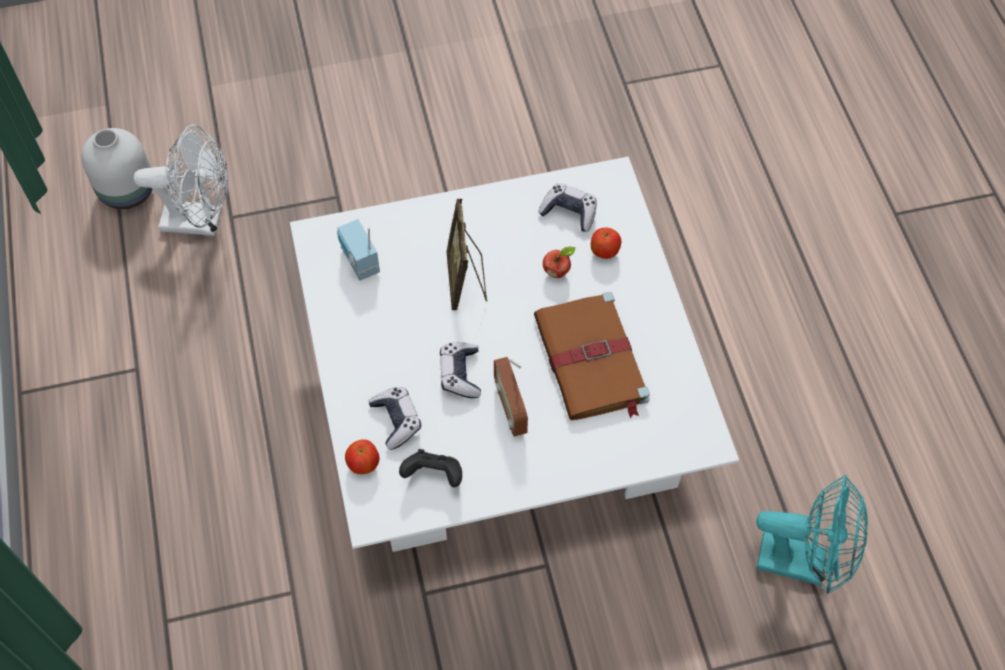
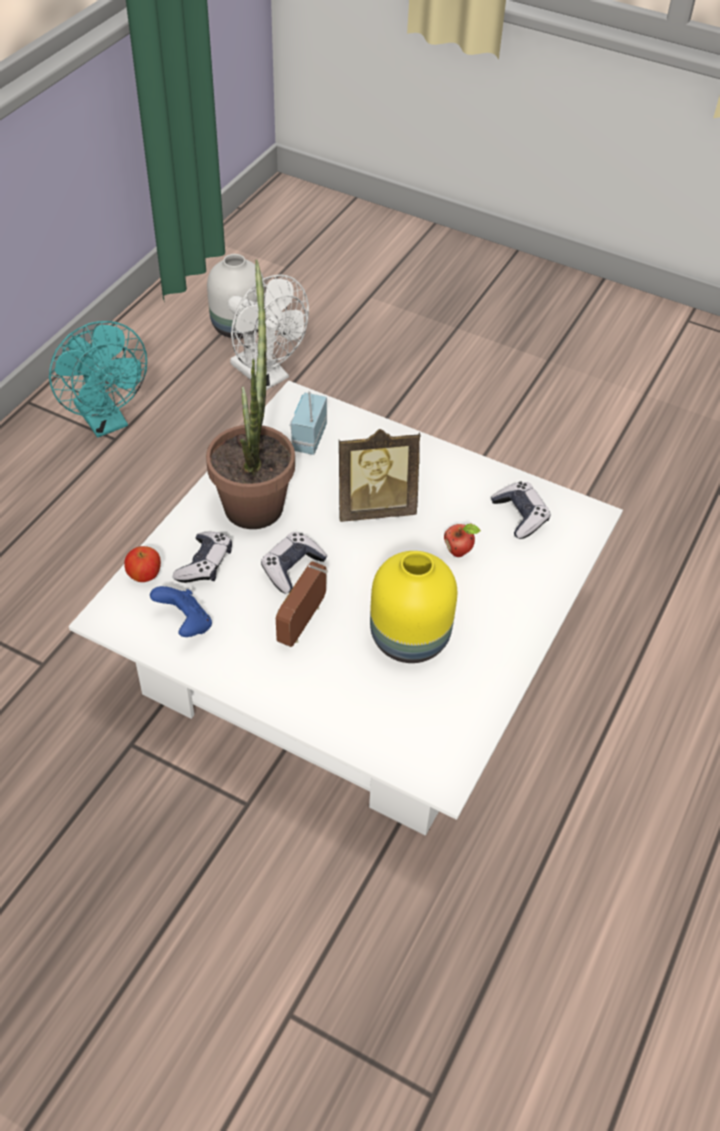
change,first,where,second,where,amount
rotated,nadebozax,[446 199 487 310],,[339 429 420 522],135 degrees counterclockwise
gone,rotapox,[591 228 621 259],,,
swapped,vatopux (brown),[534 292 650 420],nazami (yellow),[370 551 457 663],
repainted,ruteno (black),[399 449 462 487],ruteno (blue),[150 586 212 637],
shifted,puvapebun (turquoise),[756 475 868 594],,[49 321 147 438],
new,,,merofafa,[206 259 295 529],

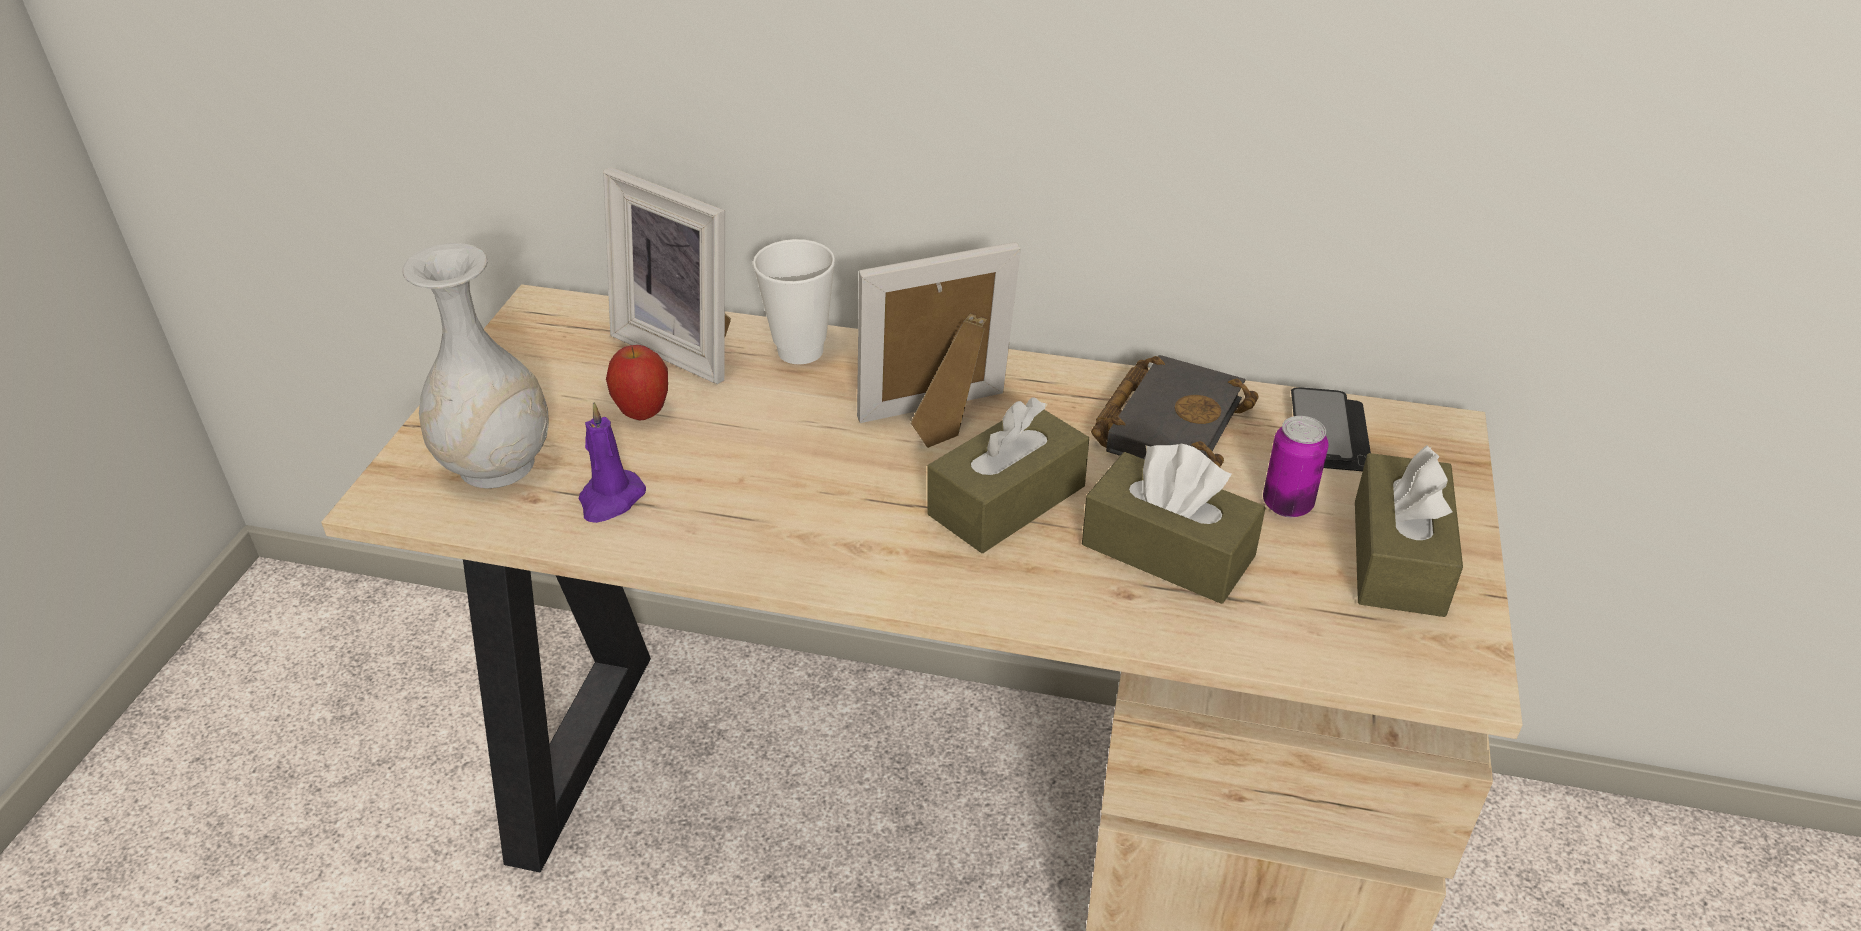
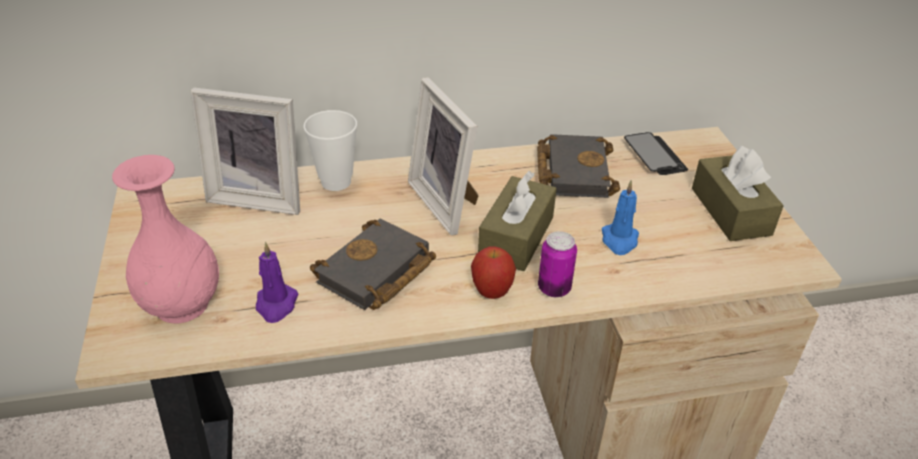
change,first,where,second,where,amount
rotated,nadebozax,[857 242 1021 448],,[408 77 479 236],75 degrees counterclockwise
repainted,nazami (white),[402 243 549 489],nazami (pink),[112 155 219 324],
shifted,rotapox,[606 345 668 421],,[471 246 516 299],
shifted,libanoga,[1263 416 1329 517],,[538 231 577 297],
swapped,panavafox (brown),[1082 443 1266 604],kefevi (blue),[602 180 639 255],
new,,,vatopux (black),[310 218 436 310],

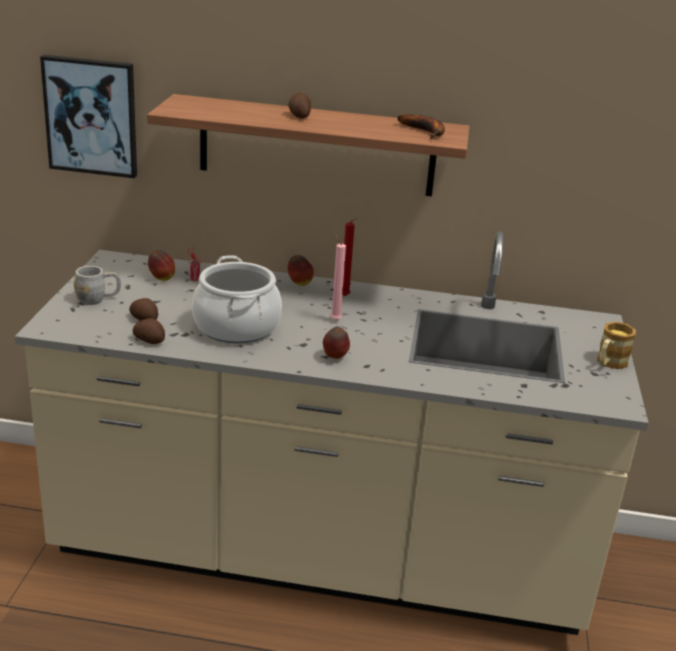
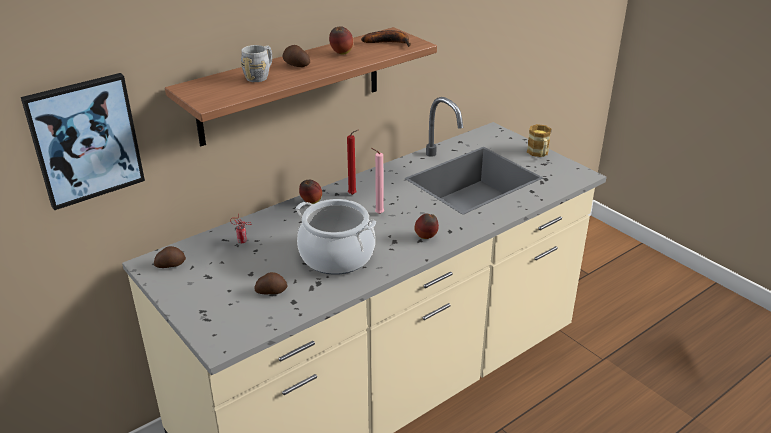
change,first,where,second,where,amount
shifted,rotapox,[148 250 175 281],,[329 26 353 54],
shifted,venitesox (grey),[74 266 121 305],,[241 45 272 82],
shifted,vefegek,[133 318 165 344],,[154 246 186 268],

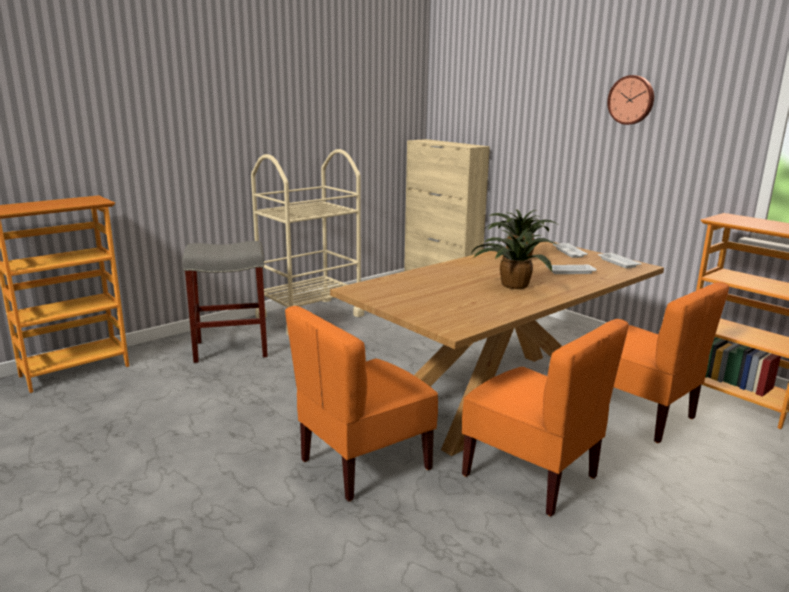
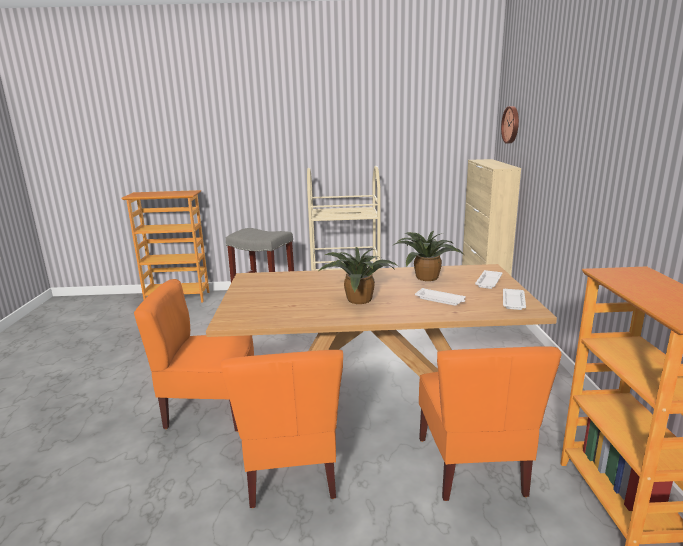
change,first,where,second,where,amount
shifted,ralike,[607 75 654 125],,[501 106 519 143],

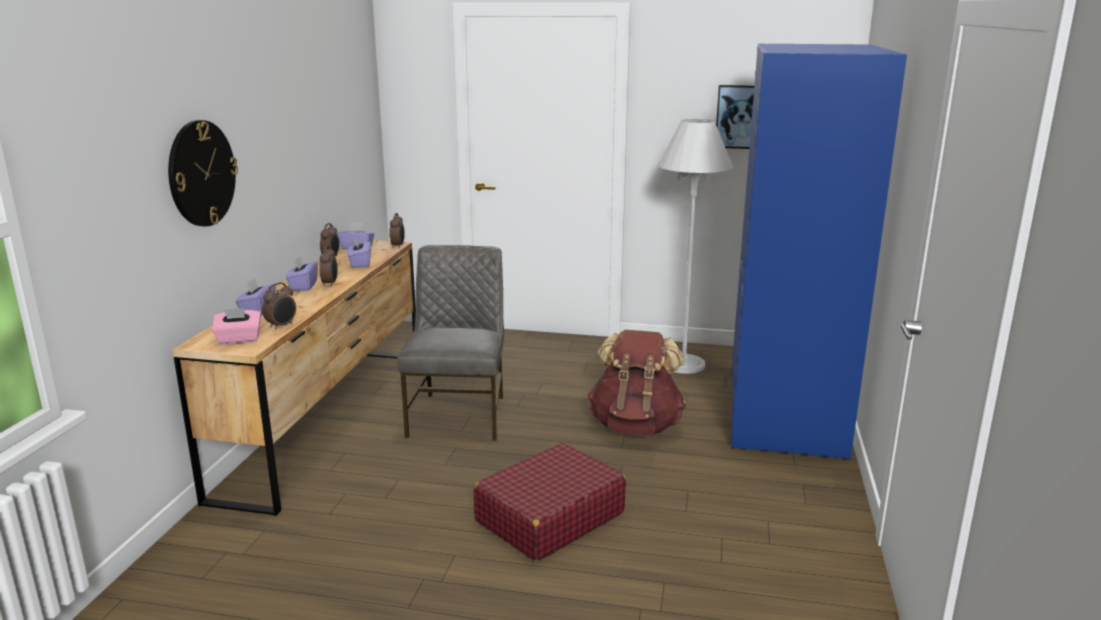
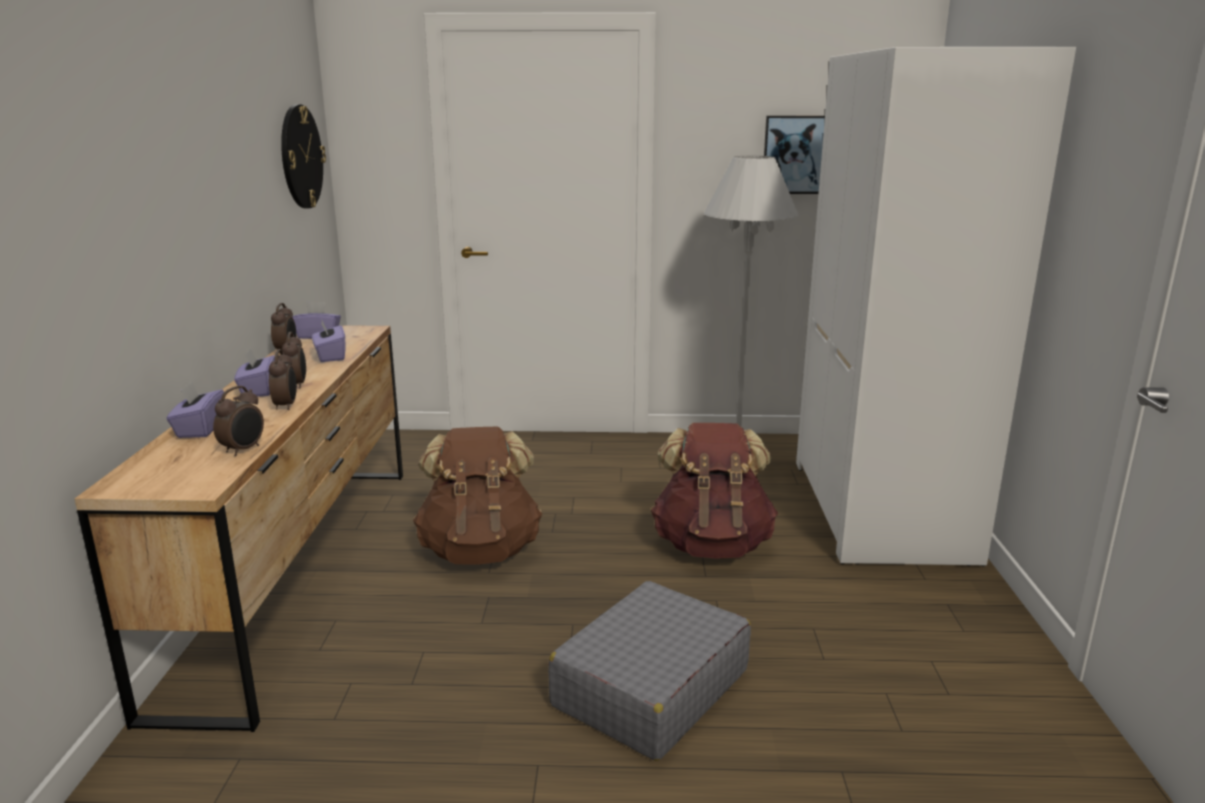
change,first,where,second,where,amount
repainted,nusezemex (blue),[731 44 907 460],nusezemex (white),[796 47 1076 566],
shifted,ralike,[168 120 238 226],,[281 104 326 208],
shifted,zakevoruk,[389 213 405 248],,[269 349 297 410],
swapped,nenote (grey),[397 245 504 441],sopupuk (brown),[413 426 542 565],
gone,panavafox (pink),[212 308 261 344],,,
repainted,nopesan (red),[474 443 626 561],nopesan (grey),[548 581 751 761],

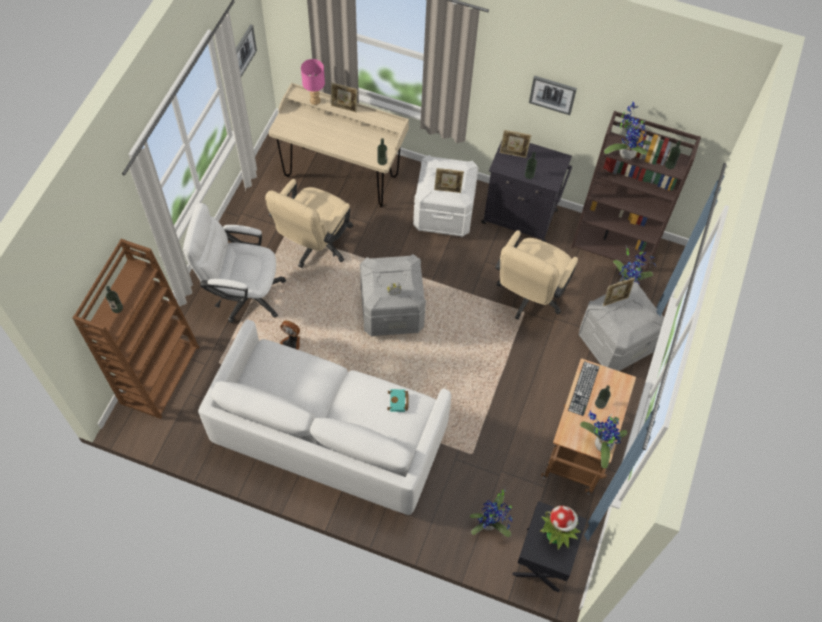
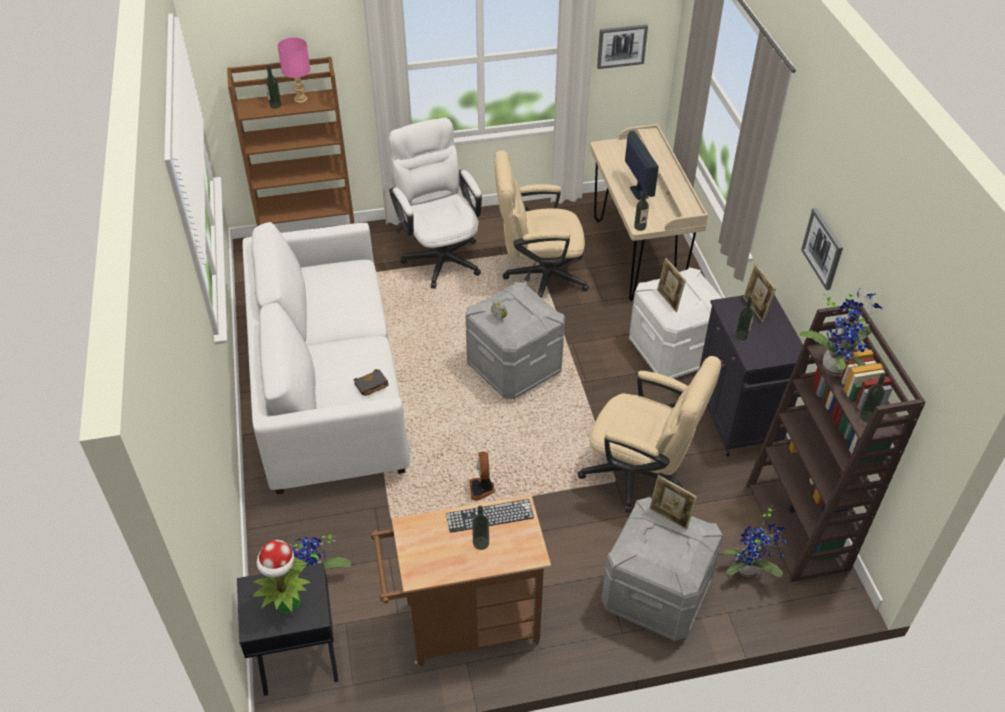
change,first,where,second,where,amount
shifted,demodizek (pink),[301 59 325 105],,[277 37 311 104],
gone,nadebozax,[331 82 357 112],,,
rotated,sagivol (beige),[495 230 578 320],,[578 356 722 513],150 degrees counterclockwise
shifted,puvapebun,[280 320 300 350],,[470 452 495 501],
repainted,vatopux (turquoise),[387 389 409 412],vatopux (black),[354 369 389 396],
gone,merofafa,[580 410 628 469],,,
new,,,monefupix,[625 130 659 200],

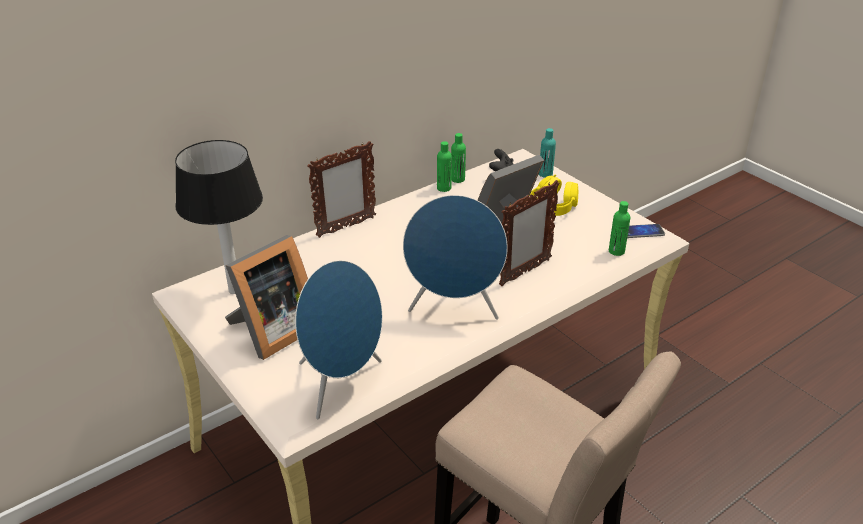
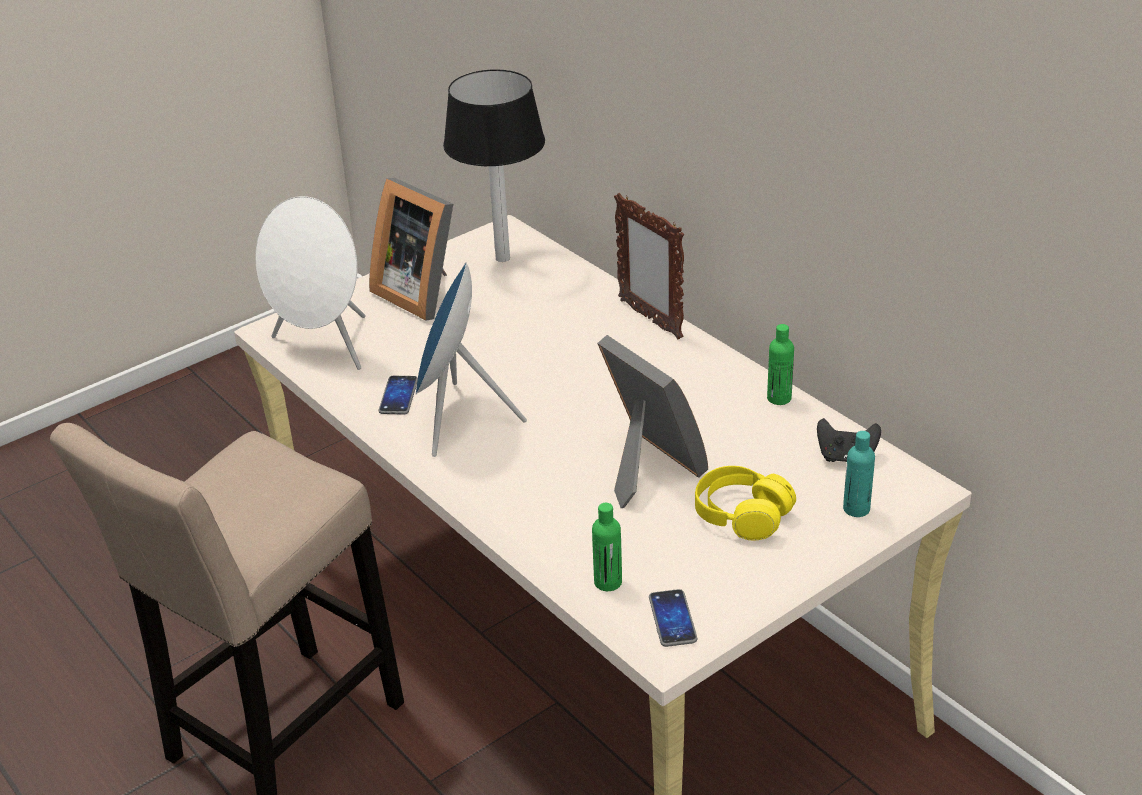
change,first,where,second,where,amount
gone,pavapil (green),[451 133 466 183],,,
gone,nadebozax,[499 180 560 286],,,
repainted,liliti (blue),[295 260 382 420],liliti (white),[255 196 366 370],
new,,,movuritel,[378 376 418 415],

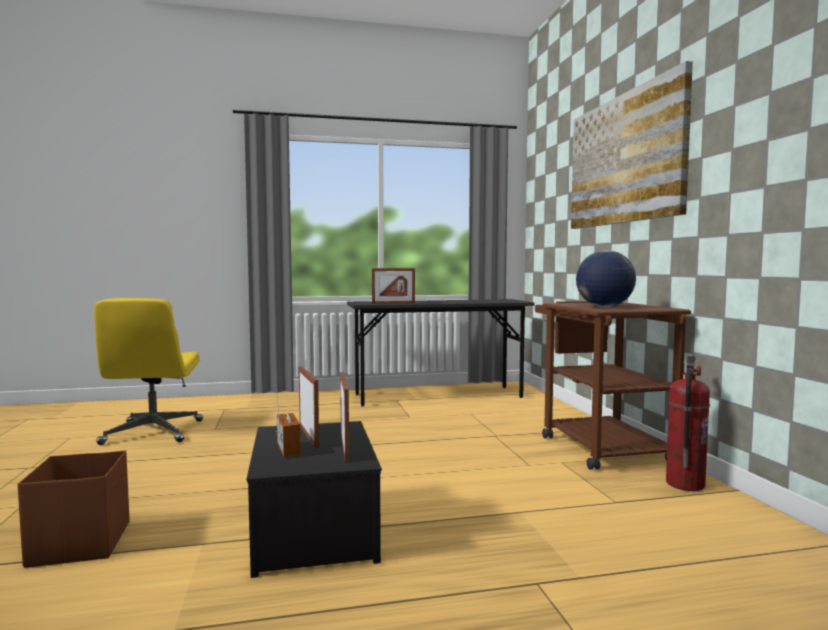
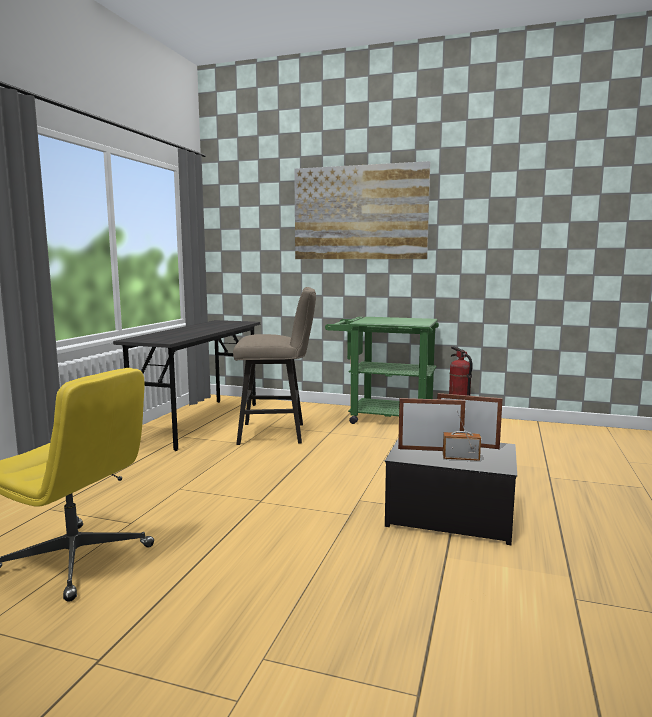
change,first,where,second,where,amount
gone,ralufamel,[576 250 636 307],,,
gone,nadebozax,[372 268 415 304],,,
repainted,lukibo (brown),[535 301 691 470],lukibo (green),[325 317 439 424],
gone,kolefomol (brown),[17 450 130 568],,,
new,,,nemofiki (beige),[233 287 316 445],

